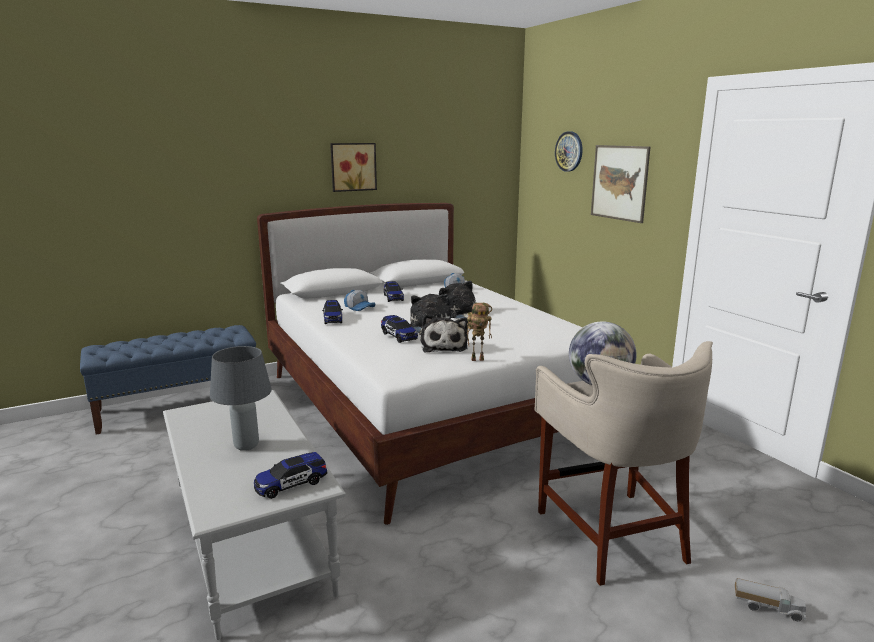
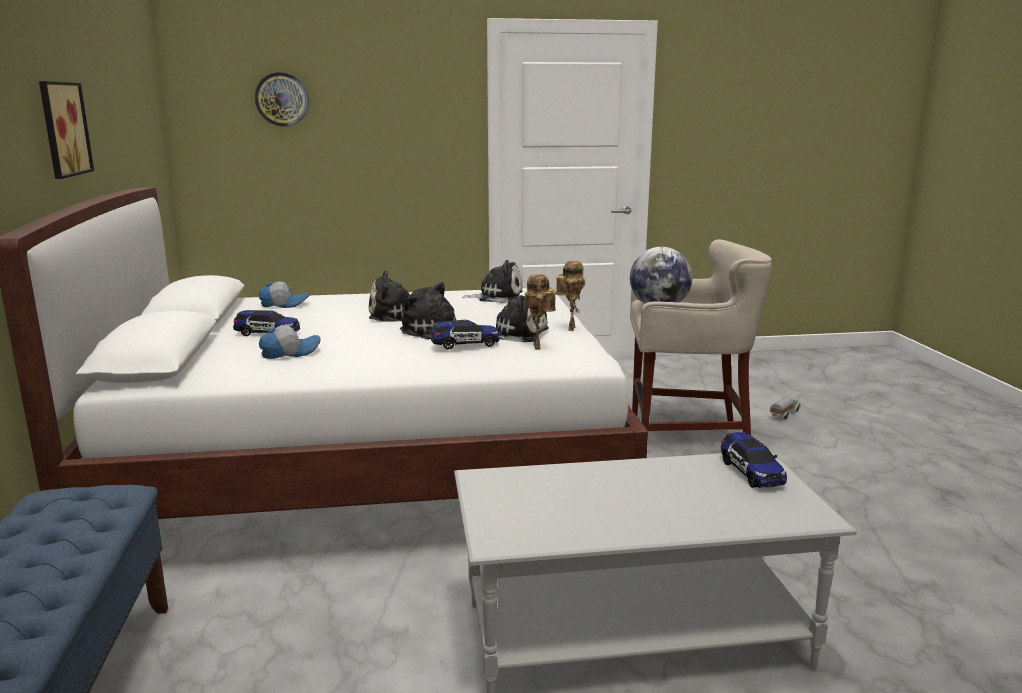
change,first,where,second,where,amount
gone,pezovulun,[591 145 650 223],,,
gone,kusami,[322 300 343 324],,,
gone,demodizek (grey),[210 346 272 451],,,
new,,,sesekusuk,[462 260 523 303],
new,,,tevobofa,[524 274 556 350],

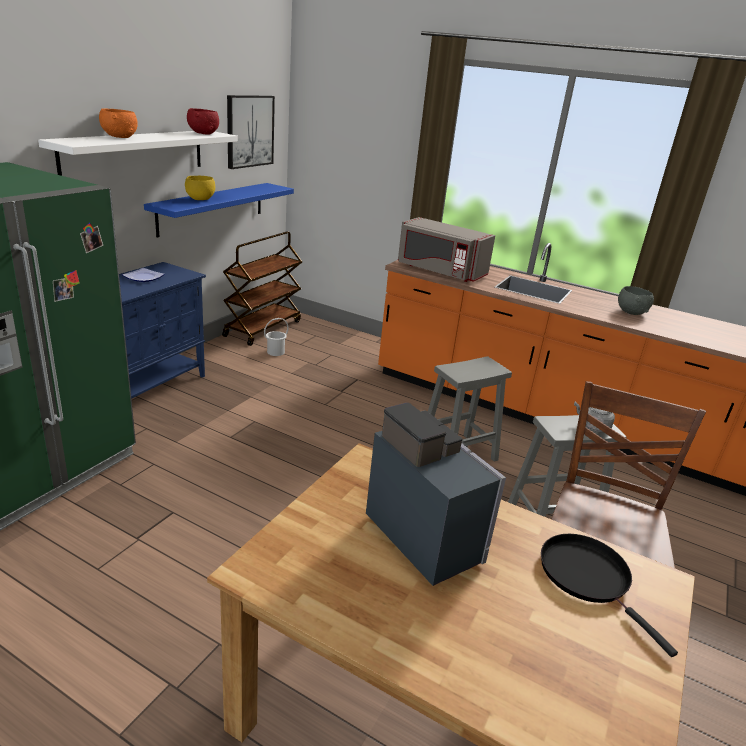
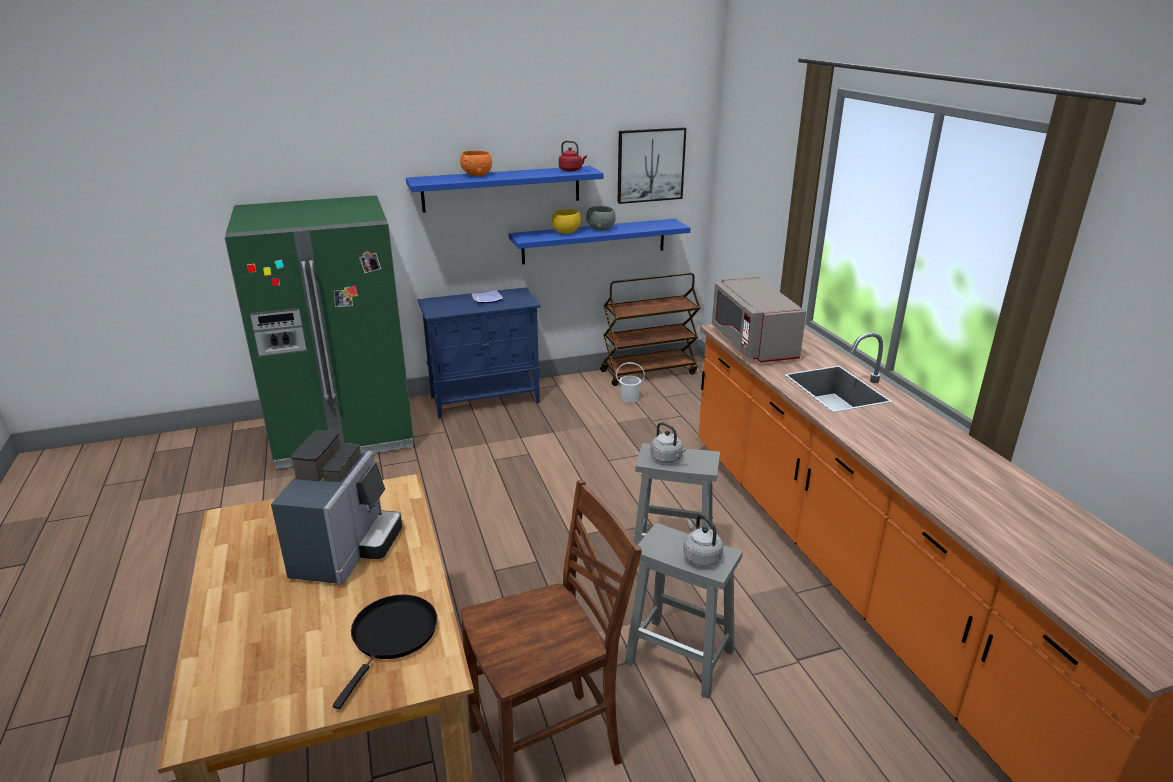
change,first,where,second,where,amount
swapped,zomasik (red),[187 108 219 135],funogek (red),[559 141 587 172],
repainted,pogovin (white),[38 131 238 176],pogovin (blue),[406 166 604 213],
shifted,zomasik (grey),[618 286 654 315],,[586 206 616 231],
new,,,funogek (grey),[651 422 686 463],

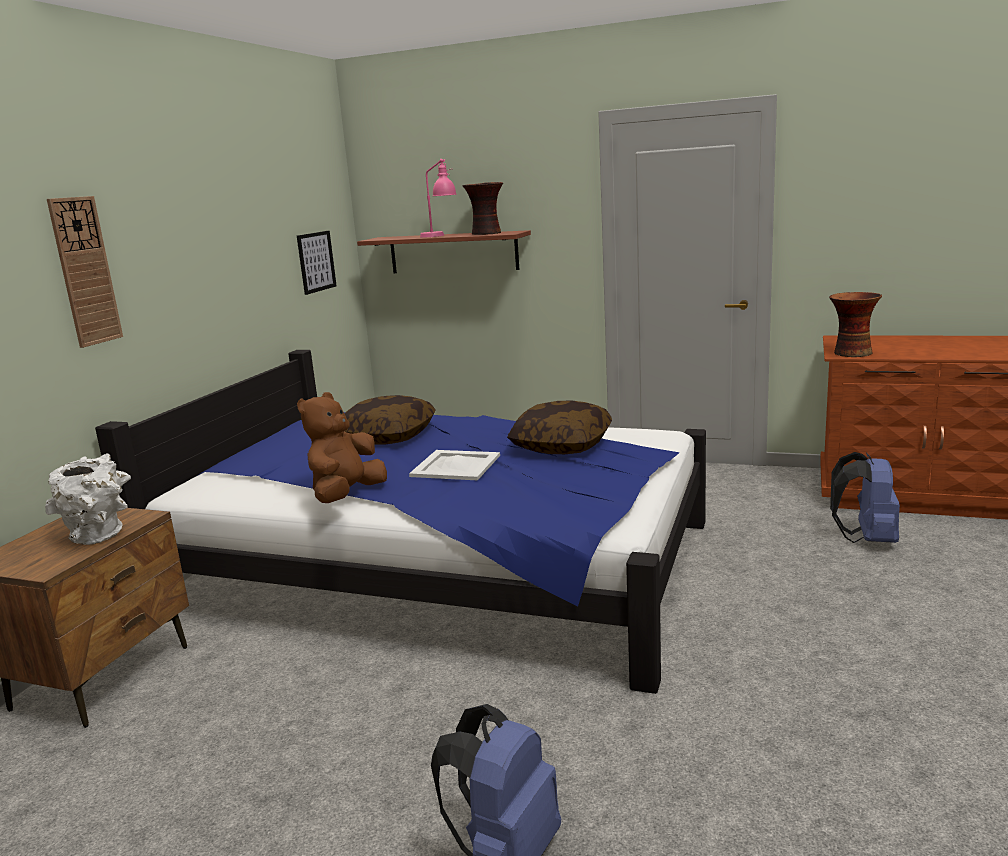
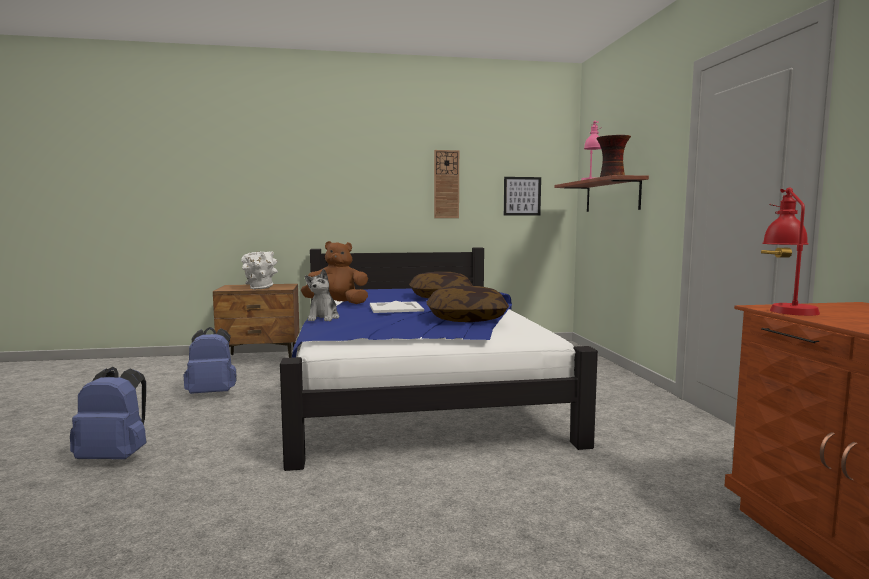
change,first,where,second,where,amount
shifted,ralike,[47 196 123 348],,[434 150 459 218],
swapped,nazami,[829 292 882 357],demodizek (red),[762 188 820 316],
shifted,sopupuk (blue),[830 452 900 543],,[184 327 237 394],
new,,,sesekusuk,[305 269 340 321],

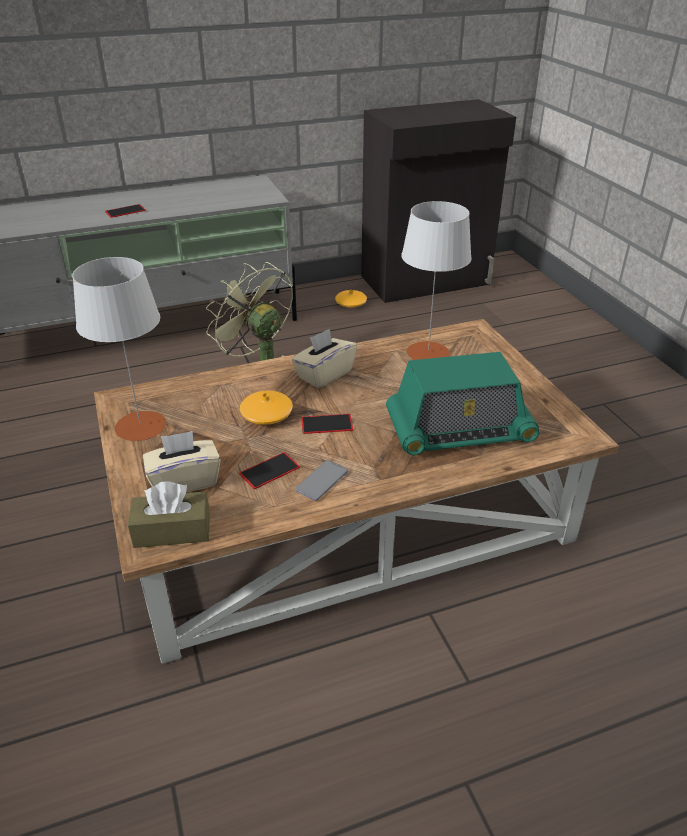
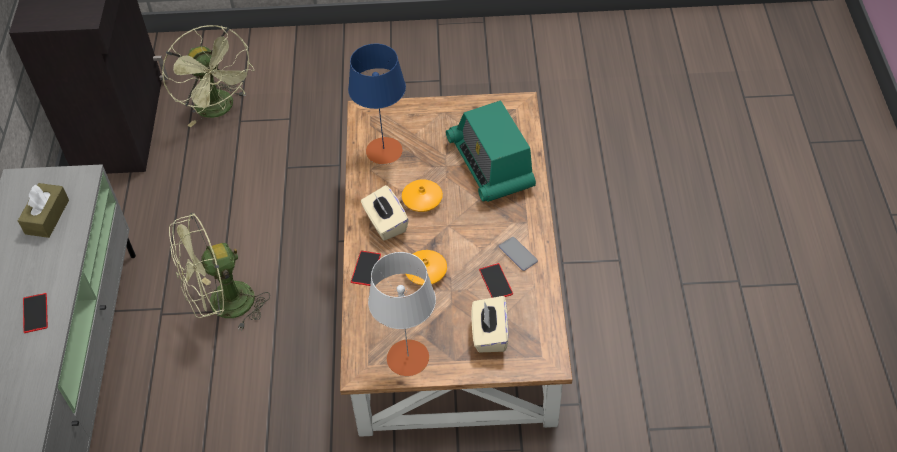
change,first,where,second,where,amount
repainted,demodizek (grey),[402 201 472 360],demodizek (blue),[348 44 406 164],
shifted,nazami (orange),[335 290 367 307],,[402 179 443 212],
rotated,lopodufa,[386 352 539 455],,[446 100 536 202],150 degrees clockwise
shifted,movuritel,[301 414 353 434],,[351 251 381 286],
shifted,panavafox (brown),[127 481 210 548],,[18 183 69 238],
new,,,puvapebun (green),[162 25 254 127],

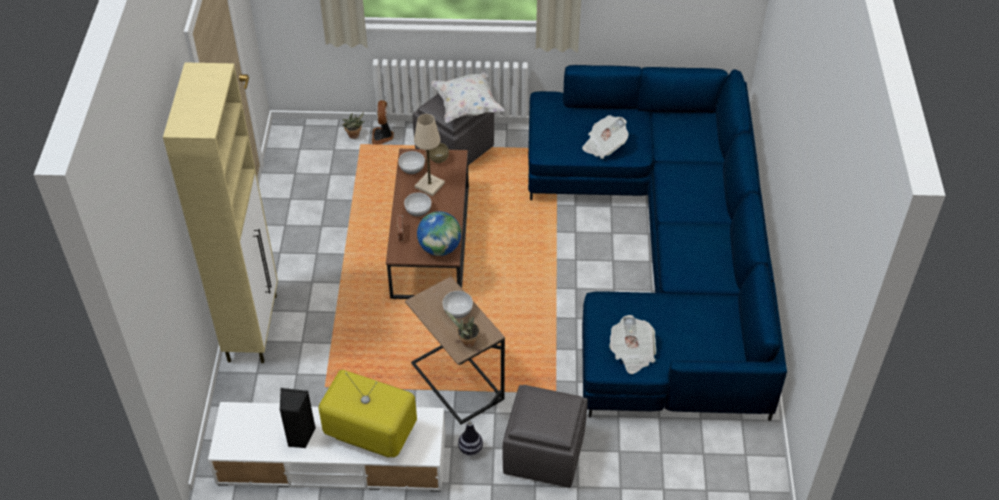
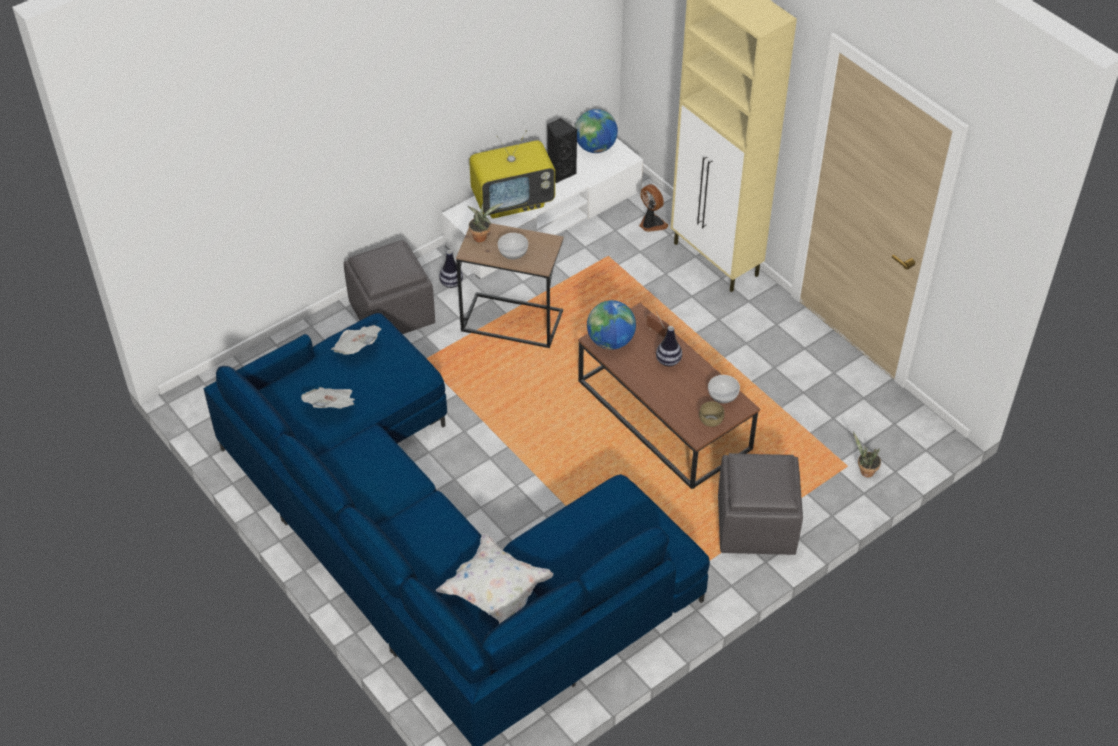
change,first,where,second,where,amount
shifted,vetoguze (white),[431 71 505 123],,[435 533 553 624],
shifted,puvapebun,[372 100 394 145],,[639 184 668 232],
gone,demodizek (beige),[414 114 445 196],,,
shifted,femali,[582 115 629 159],,[301 387 355 408],
swapped,zomasik,[404 192 431 217],nazami,[656 326 682 366],
new,,,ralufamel,[575 109 618 153],

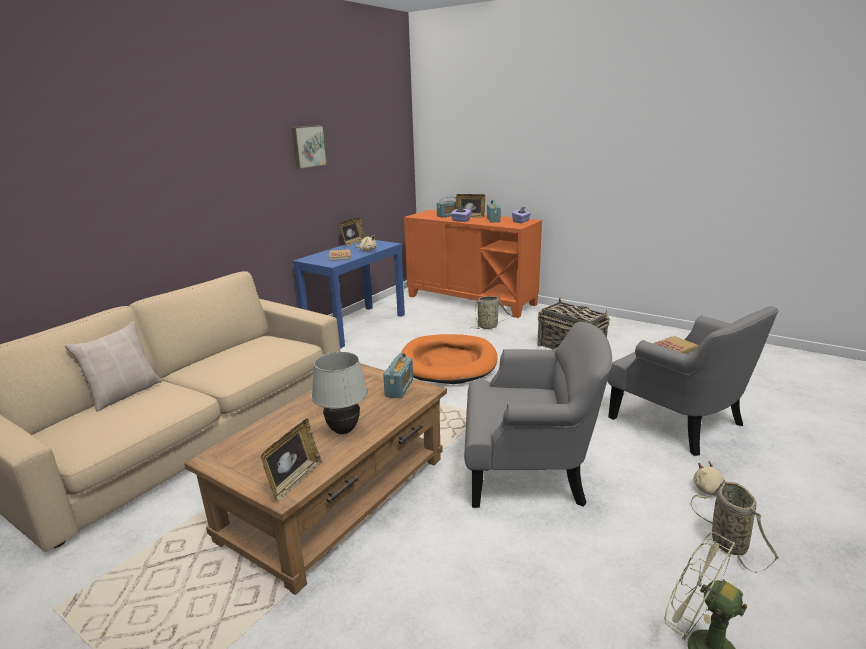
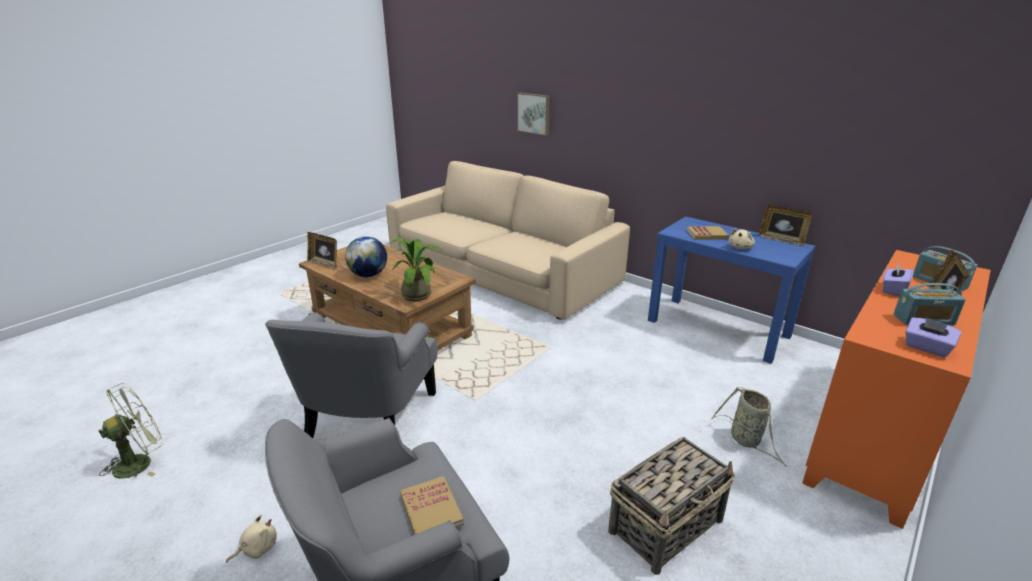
change,first,where,second,where,amount
shifted,pezovulun,[292 125 328 169],,[517 92 550 136],
gone,vetoguze (beige),[65 321 162 412],,,
gone,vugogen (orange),[401 334 497 384],,,
swapped,demodizek (white),[311 352 368 434],ralufamel,[345 236 387 277],
swapped,lopodufa,[383 353 413 398],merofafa,[387 238 442 301],
gone,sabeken,[691 482 779 573],,,

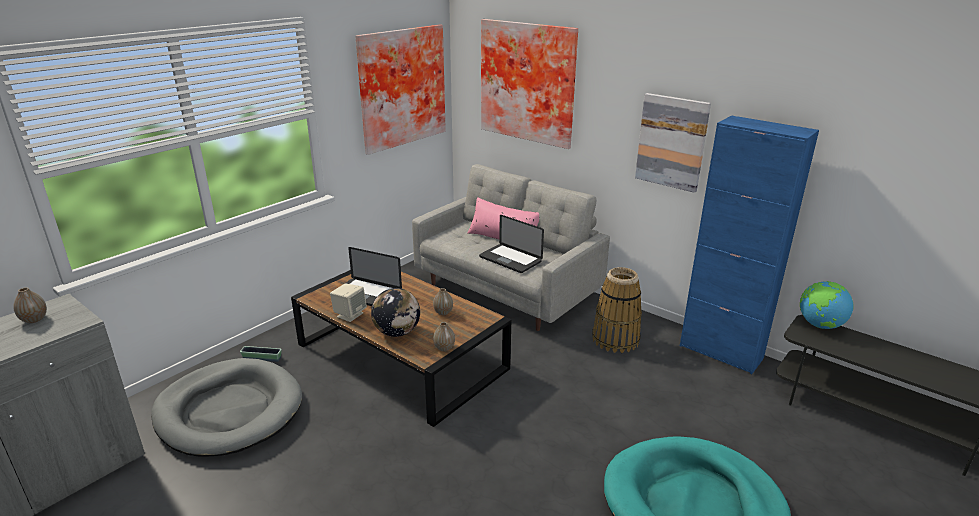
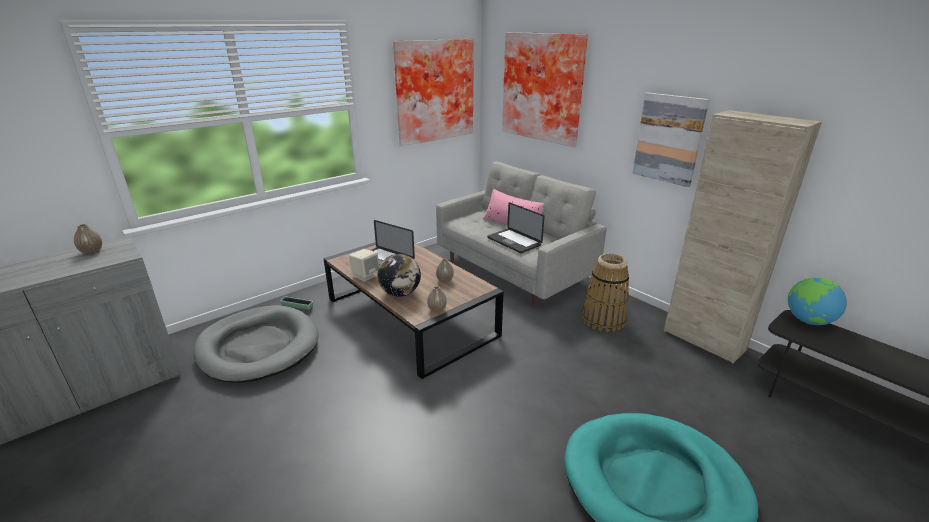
change,first,where,second,where,amount
repainted,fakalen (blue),[680 116 819 374],fakalen (beige),[664 110 822 364],

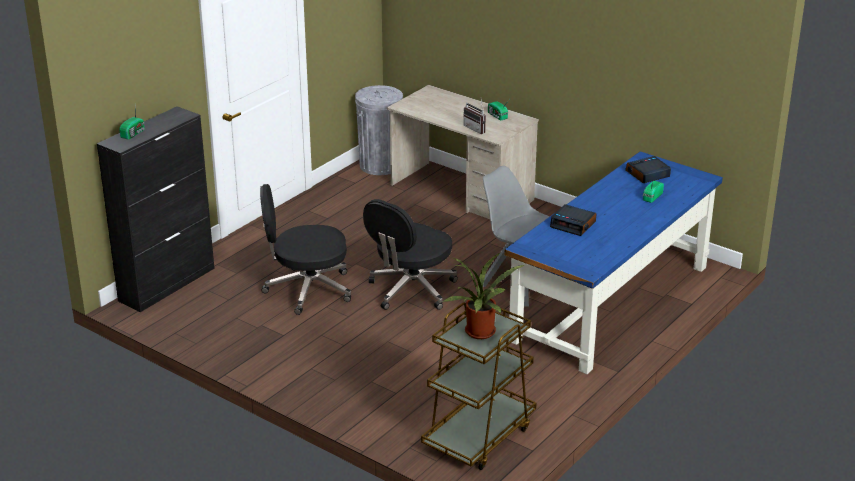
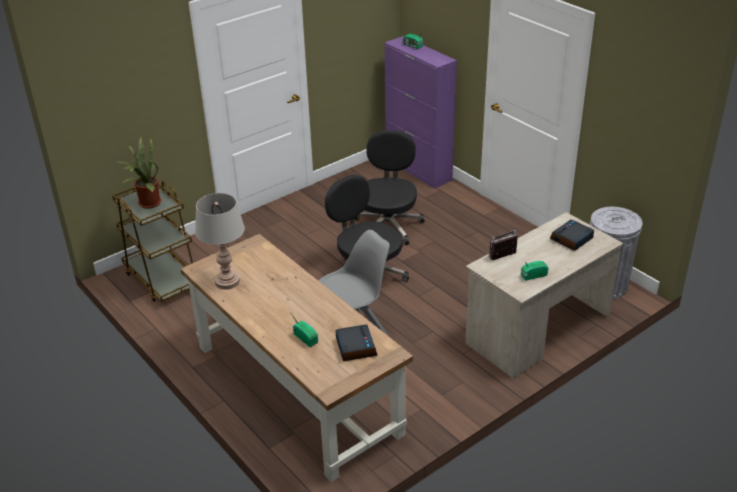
change,first,where,second,where,amount
repainted,fakalen (black),[97 106 215 312],fakalen (purple),[385 36 457 189],
repainted,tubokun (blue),[504 151 723 374],tubokun (brown),[180 234 413 482],
shifted,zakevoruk,[550 204 596 236],,[550 219 594 251],
new,,,demodizek (grey),[195 193 245 290],

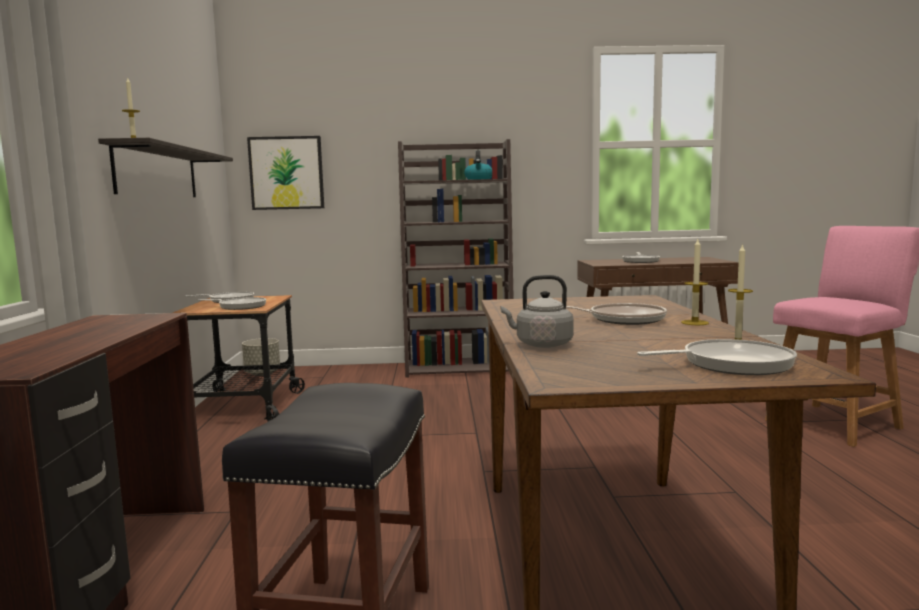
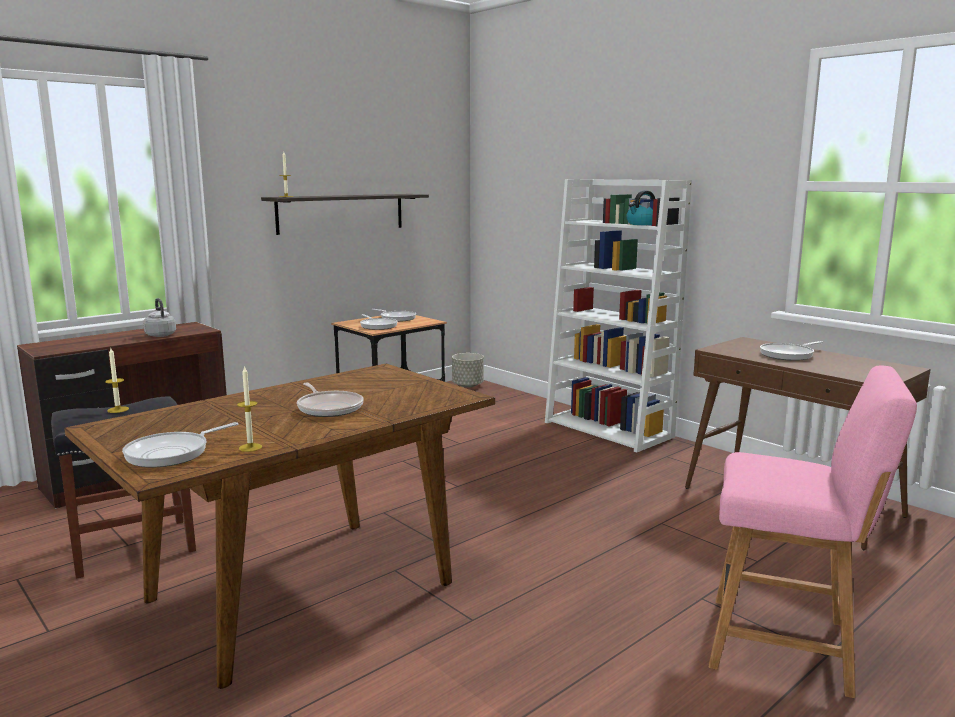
change,first,where,second,where,amount
gone,pezovulun,[247 136 324 210],,,
repainted,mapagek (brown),[398 139 514 378],mapagek (white),[545 179 692 453],
shifted,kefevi,[681 239 709 325],,[105 348 129 413],
shifted,funogek (grey),[501 275 574 348],,[143 298 176 337],
rotated,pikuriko,[637 339 797 375],,[122 422 238 468],90 degrees clockwise

